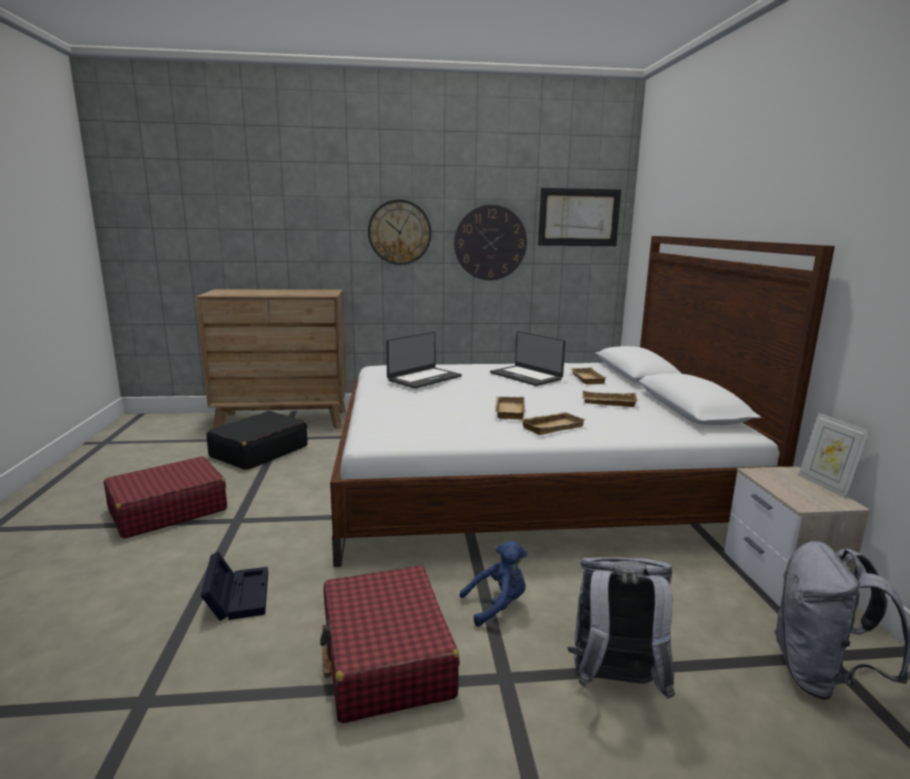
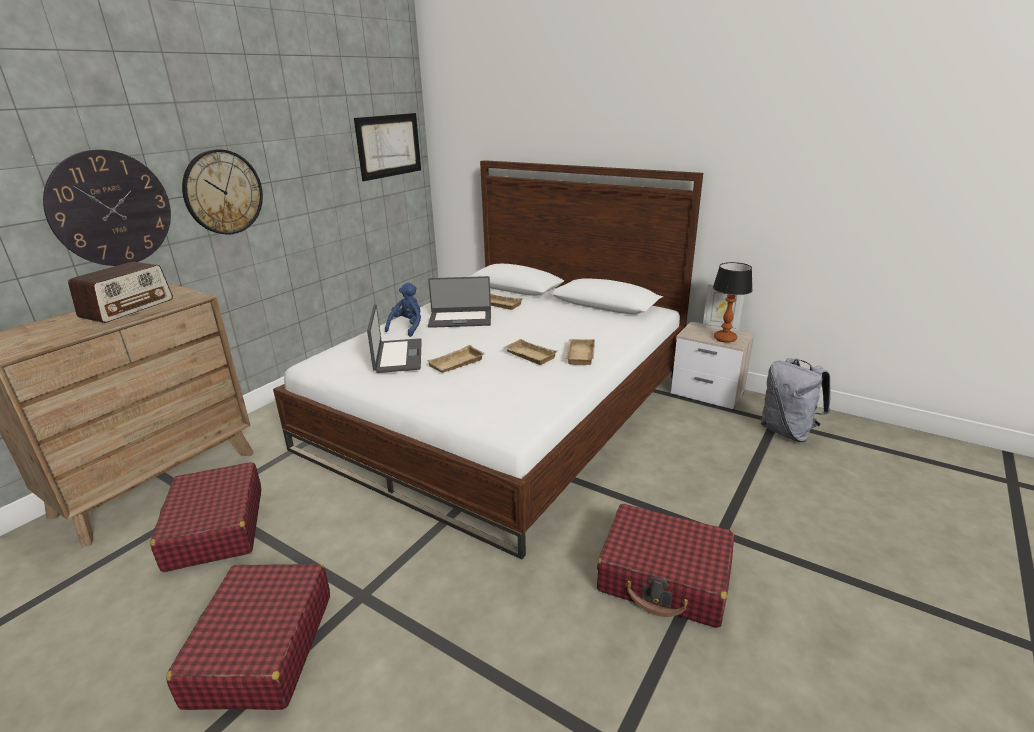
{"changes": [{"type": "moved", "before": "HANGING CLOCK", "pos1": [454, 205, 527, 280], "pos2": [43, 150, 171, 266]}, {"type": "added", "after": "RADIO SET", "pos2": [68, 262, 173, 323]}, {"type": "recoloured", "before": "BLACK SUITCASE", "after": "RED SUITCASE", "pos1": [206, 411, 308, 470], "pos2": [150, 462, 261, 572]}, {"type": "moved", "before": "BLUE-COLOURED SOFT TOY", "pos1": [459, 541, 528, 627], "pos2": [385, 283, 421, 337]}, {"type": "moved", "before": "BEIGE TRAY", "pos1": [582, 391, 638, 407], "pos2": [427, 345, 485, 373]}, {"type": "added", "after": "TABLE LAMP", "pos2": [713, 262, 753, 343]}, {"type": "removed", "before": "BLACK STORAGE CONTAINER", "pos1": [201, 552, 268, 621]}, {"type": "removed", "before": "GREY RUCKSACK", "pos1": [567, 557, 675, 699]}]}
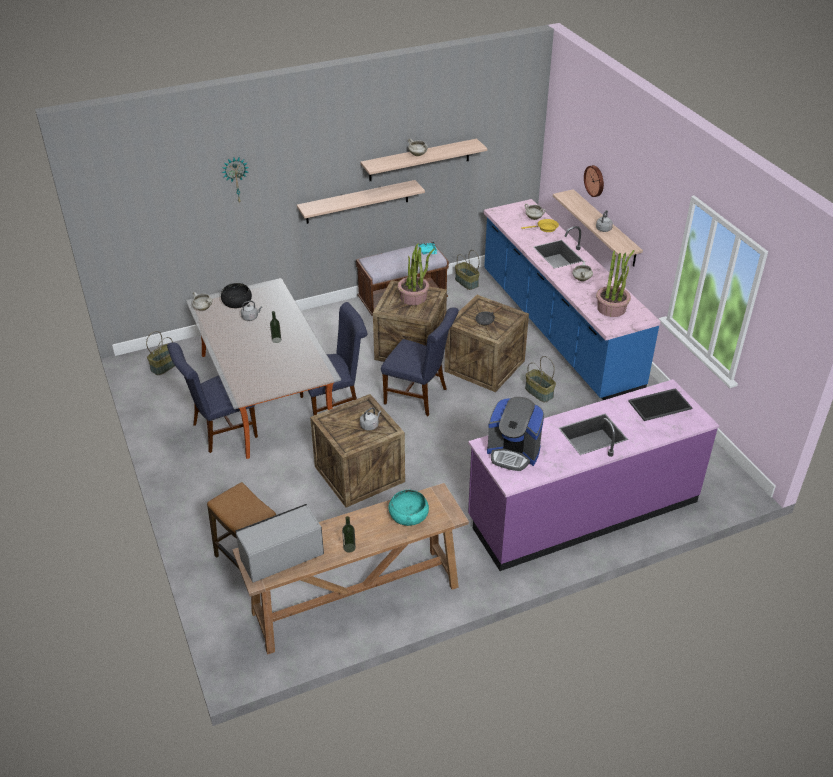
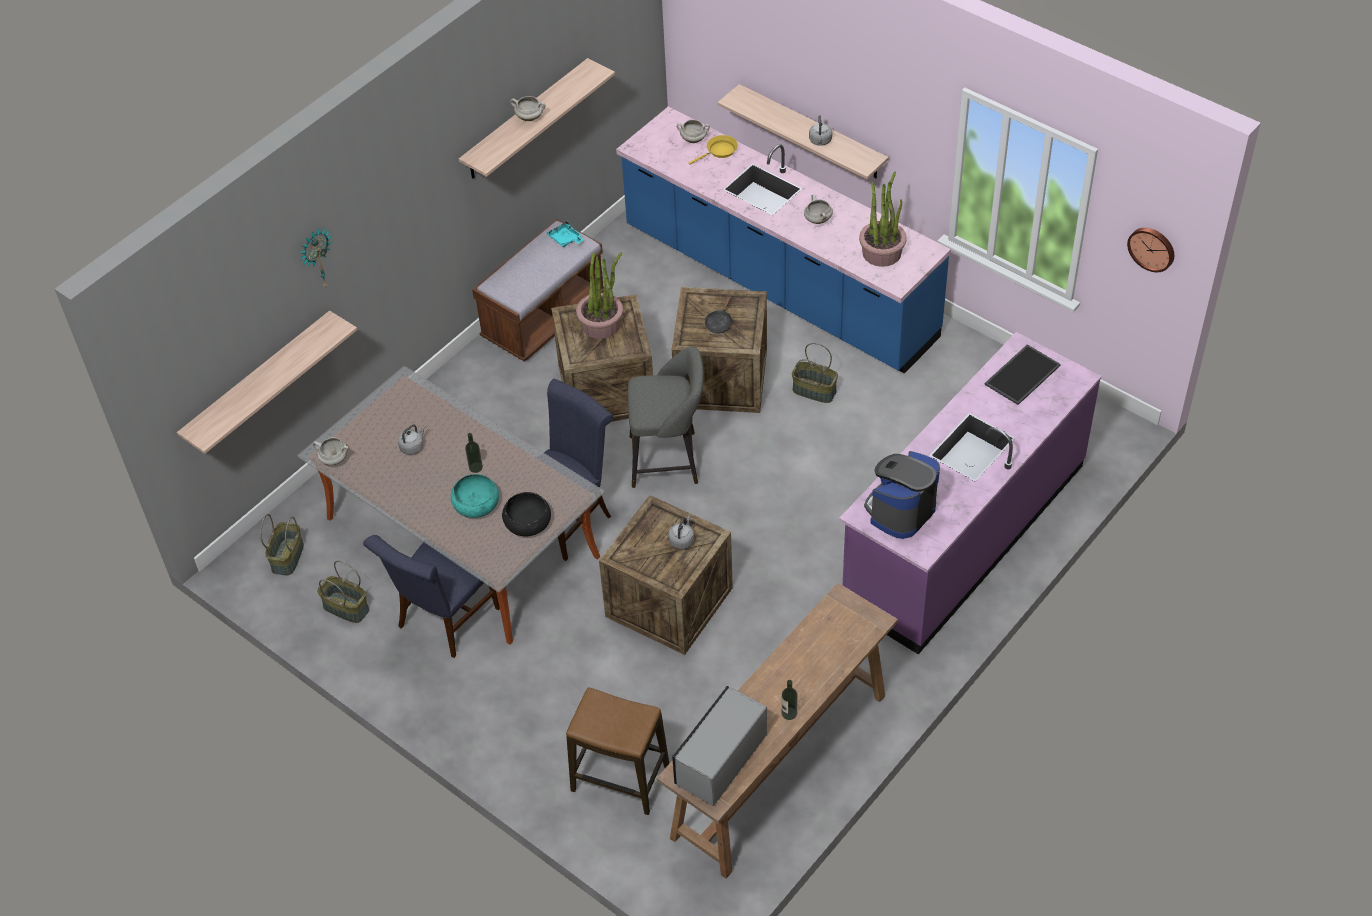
{"changes": [{"type": "moved", "before": "BRACKET SHELF", "pos1": [297, 180, 425, 224], "pos2": [177, 311, 357, 454]}, {"type": "moved", "before": "BASKET", "pos1": [455, 250, 480, 290], "pos2": [317, 561, 369, 623]}, {"type": "moved", "before": "TURQUOISE-COLOURED SERVING BOWL", "pos1": [388, 490, 429, 526], "pos2": [451, 474, 499, 518]}, {"type": "moved", "before": "BLACK SERVING BOWL", "pos1": [221, 283, 252, 308], "pos2": [502, 492, 551, 536]}, {"type": "replaced", "before": "BLUE-COLOURED UPRIGHT CHAIR", "after": "GREY STOOL", "pos1": [381, 307, 459, 416], "pos2": [628, 346, 704, 488]}, {"type": "turned", "before": "COFFEE BREWER", "pos1": [487, 397, 544, 471], "pos2": [864, 451, 940, 539], "turn": 135}, {"type": "moved", "before": "HANGING CLOCK", "pos1": [584, 165, 604, 197], "pos2": [1127, 228, 1174, 272]}]}
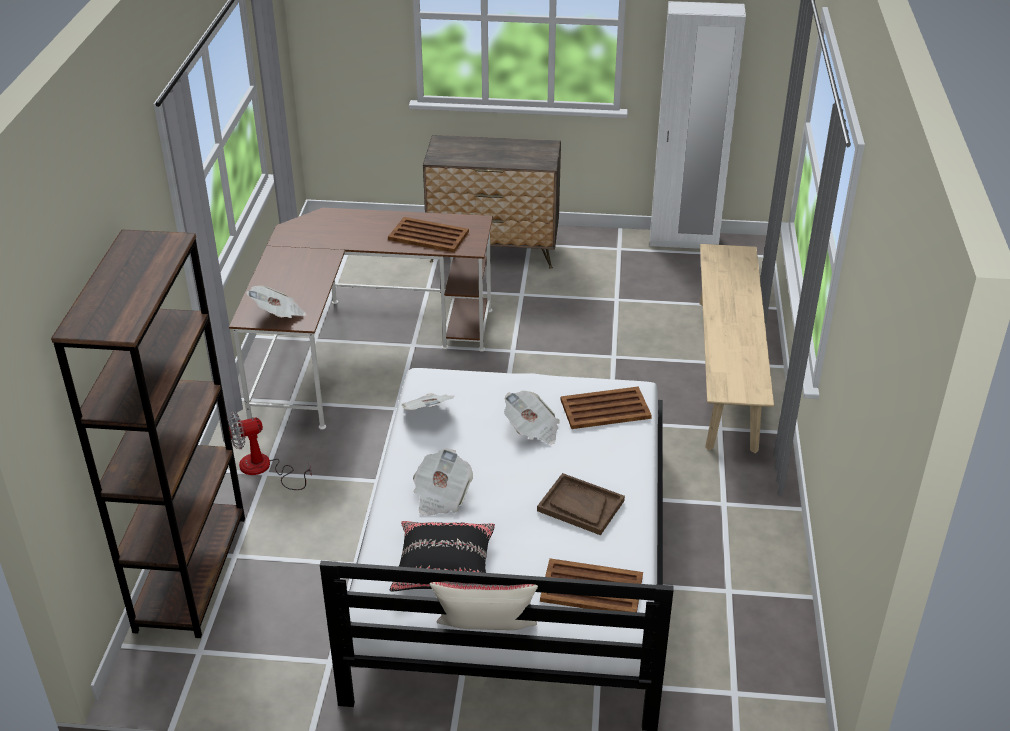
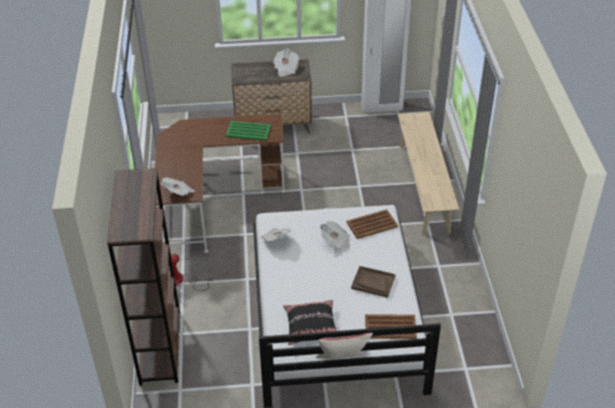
{"changes": [{"type": "recoloured", "before": "BROWN TRAY", "after": "GREEN-COLOURED TRAY", "pos1": [388, 217, 469, 253], "pos2": [226, 121, 271, 141]}, {"type": "moved", "before": "DAILY PAPER", "pos1": [413, 449, 473, 516], "pos2": [273, 49, 299, 77]}]}
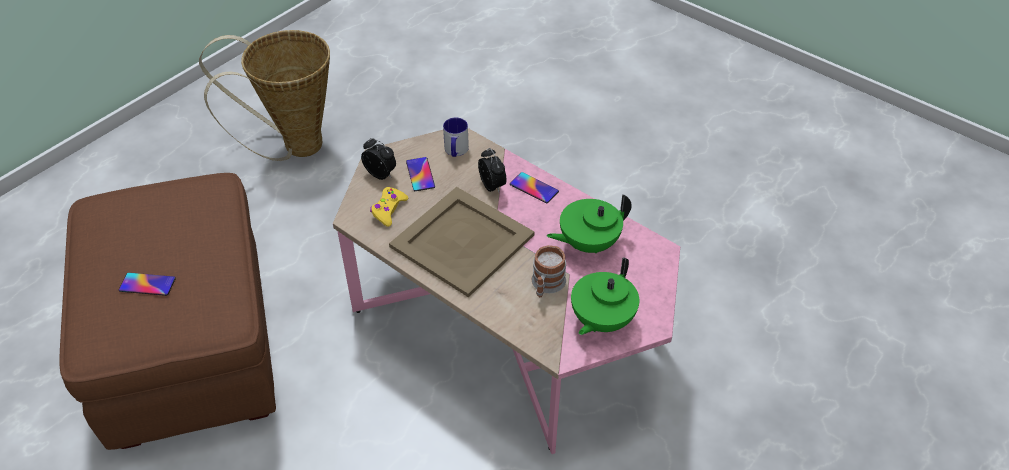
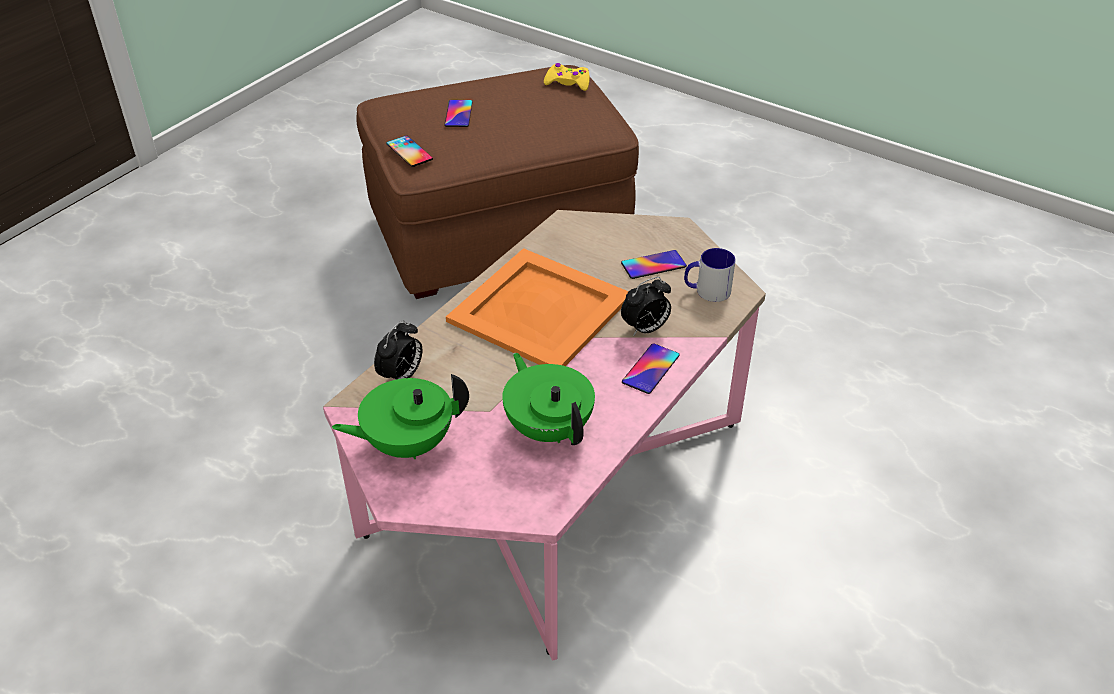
{"changes": [{"type": "turned", "before": "GREEN-COLOURED TEAPOT", "pos1": [571, 257, 639, 335], "pos2": [331, 374, 469, 459], "turn": -45}, {"type": "moved", "before": "ALARM CLOCK", "pos1": [361, 138, 396, 180], "pos2": [374, 320, 422, 380]}, {"type": "added", "after": "TELEPHONE", "pos2": [386, 135, 433, 167]}, {"type": "recoloured", "before": "BEIGE TRAY", "after": "ORANGE TRAY", "pos1": [389, 187, 535, 297], "pos2": [446, 248, 629, 366]}, {"type": "moved", "before": "YELLOWISH GAME CONTROLLER", "pos1": [370, 187, 408, 227], "pos2": [544, 63, 590, 91]}, {"type": "removed", "before": "BASKET", "pos1": [199, 30, 330, 161]}, {"type": "removed", "before": "COFFEE MUG", "pos1": [532, 245, 566, 297]}]}
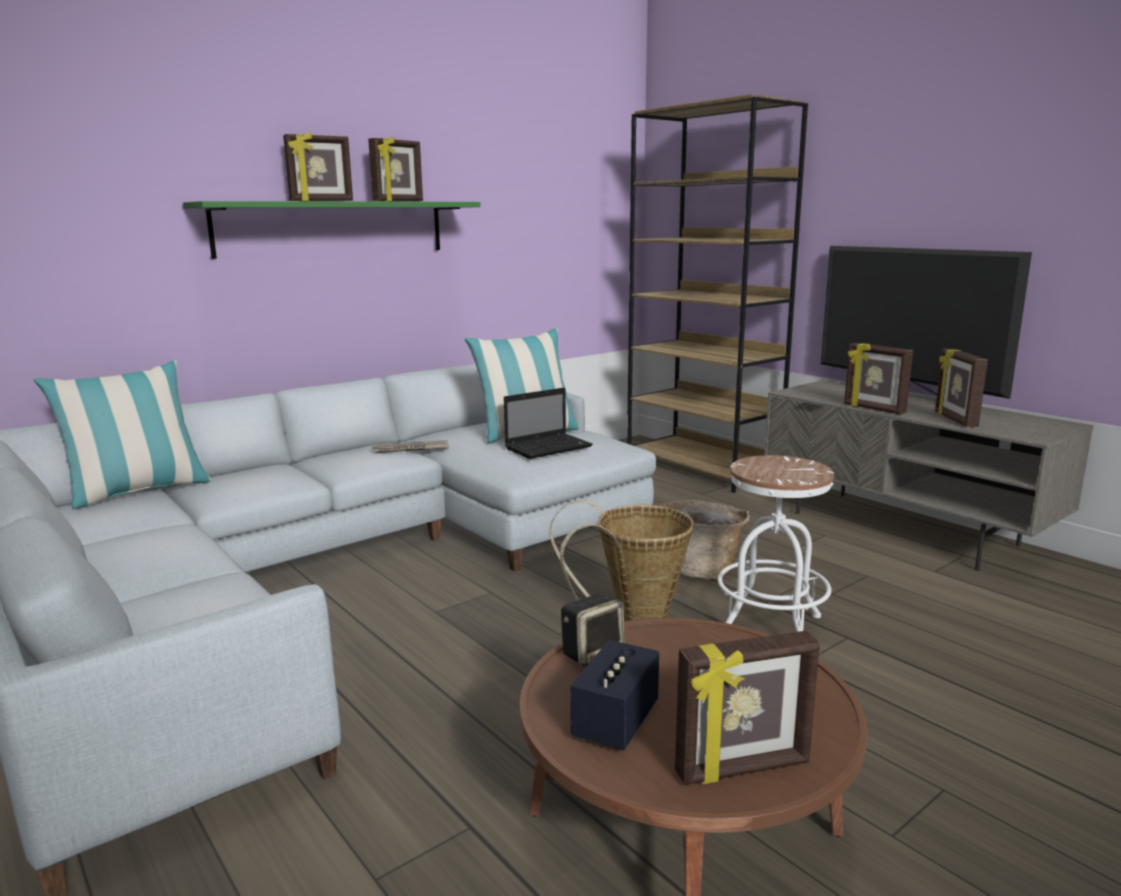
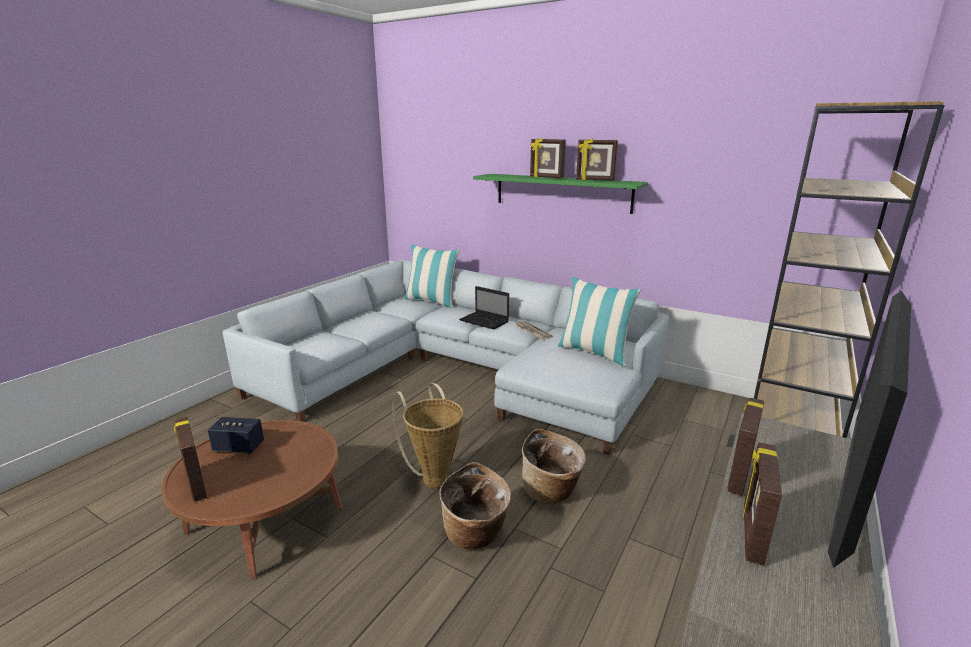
{"changes": [{"type": "replaced", "before": "WHITE-COLOURED STOOL", "after": "BASKET", "pos1": [718, 455, 834, 632], "pos2": [439, 462, 511, 549]}, {"type": "moved", "before": "NOTEBOOK COMPUTER", "pos1": [504, 388, 593, 459], "pos2": [459, 286, 509, 329]}, {"type": "turned", "before": "STANDING FRAME", "pos1": [935, 349, 988, 427], "pos2": [743, 442, 782, 566], "turn": -45}, {"type": "removed", "before": "LOUDSPEAKER", "pos1": [561, 594, 625, 667]}]}
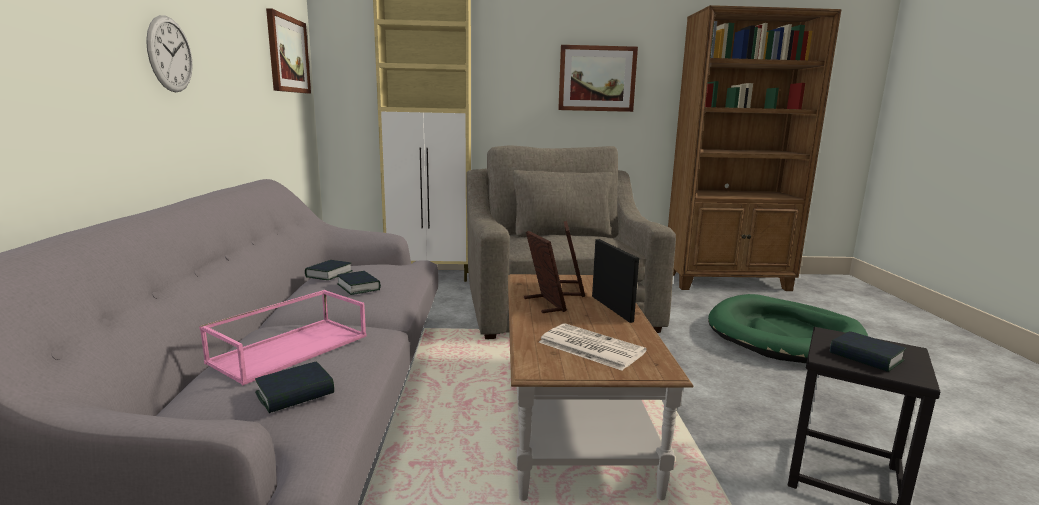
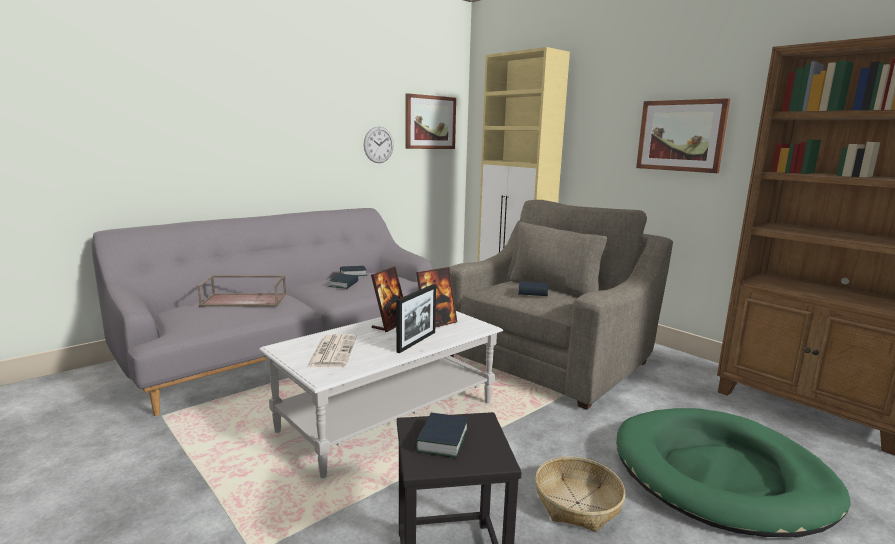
{"changes": [{"type": "recoloured", "before": "PINK-COLOURED TRAY", "after": "BROWN TRAY", "pos1": [199, 290, 367, 385], "pos2": [197, 275, 287, 307]}, {"type": "recoloured", "before": "BROWN COFFEE TABLE", "after": "WHITE-COLOURED COFFEE TABLE", "pos1": [508, 274, 693, 501], "pos2": [259, 311, 503, 478]}, {"type": "moved", "before": "HANGING CLOCK", "pos1": [146, 15, 193, 92], "pos2": [364, 127, 394, 163]}, {"type": "moved", "before": "VOLUME", "pos1": [255, 361, 334, 413], "pos2": [518, 281, 548, 296]}, {"type": "added", "after": "BASKET", "pos2": [535, 456, 625, 532]}]}
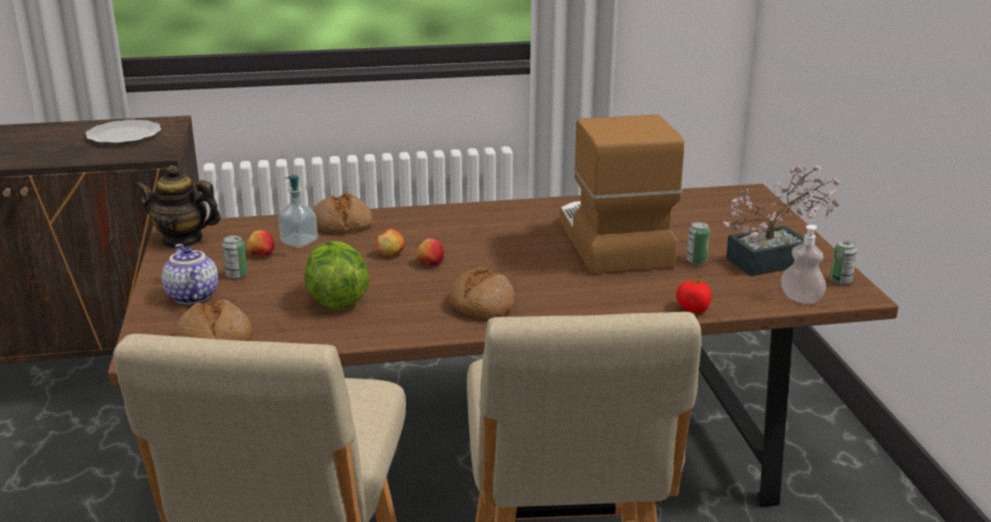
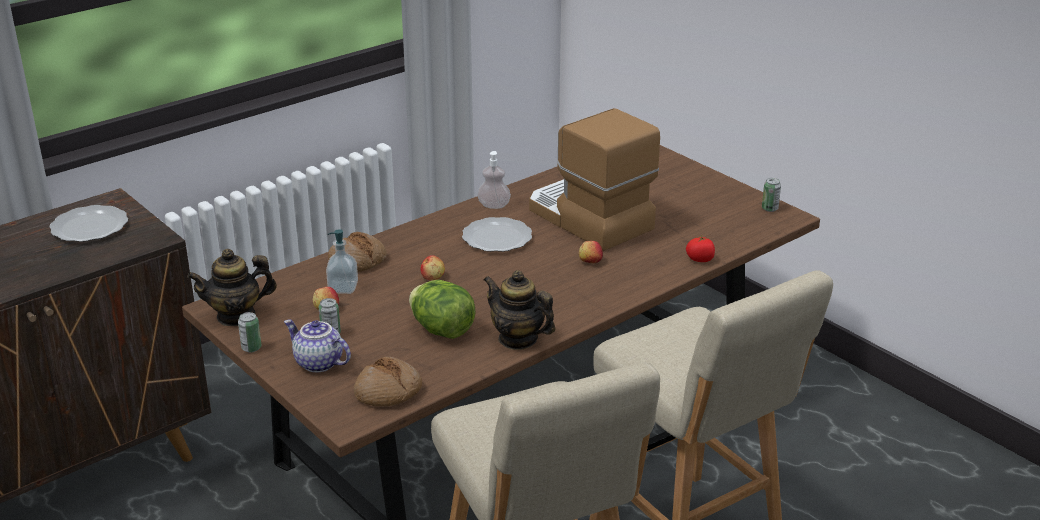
{"changes": [{"type": "moved", "before": "SEALED CAN", "pos1": [686, 222, 710, 264], "pos2": [238, 312, 262, 352]}, {"type": "added", "after": "FLAT DISH", "pos2": [462, 217, 532, 252]}, {"type": "moved", "before": "SOAP BOTTLE", "pos1": [781, 225, 826, 304], "pos2": [477, 151, 511, 209]}, {"type": "added", "after": "TEAPOT", "pos2": [484, 270, 555, 350]}, {"type": "moved", "before": "APPLE", "pos1": [417, 238, 444, 265], "pos2": [579, 241, 603, 263]}, {"type": "removed", "before": "BAKED BREAD", "pos1": [449, 267, 515, 319]}, {"type": "removed", "before": "PLANT IN A POT", "pos1": [723, 166, 840, 276]}]}
